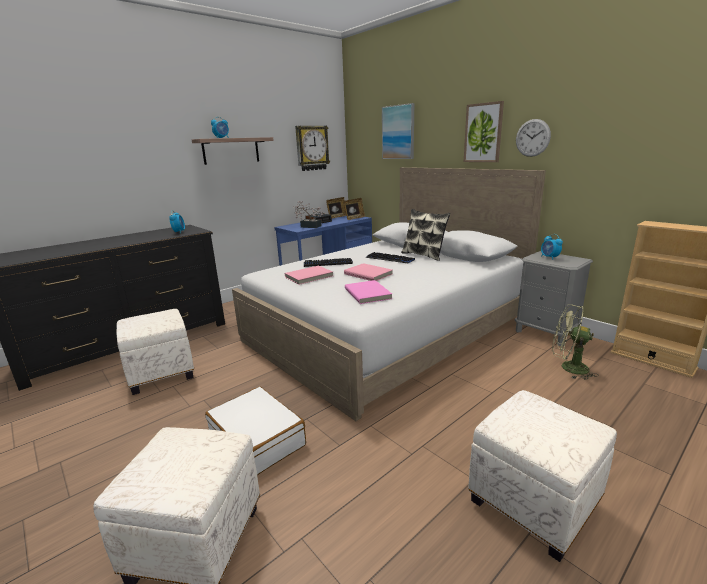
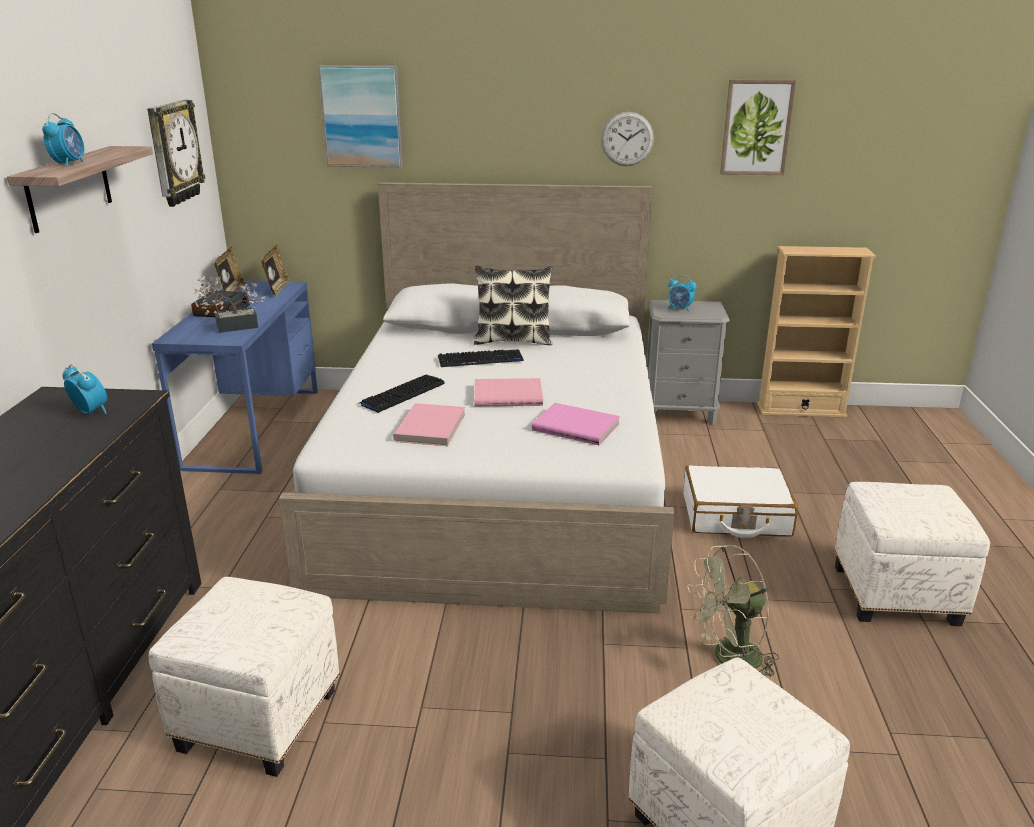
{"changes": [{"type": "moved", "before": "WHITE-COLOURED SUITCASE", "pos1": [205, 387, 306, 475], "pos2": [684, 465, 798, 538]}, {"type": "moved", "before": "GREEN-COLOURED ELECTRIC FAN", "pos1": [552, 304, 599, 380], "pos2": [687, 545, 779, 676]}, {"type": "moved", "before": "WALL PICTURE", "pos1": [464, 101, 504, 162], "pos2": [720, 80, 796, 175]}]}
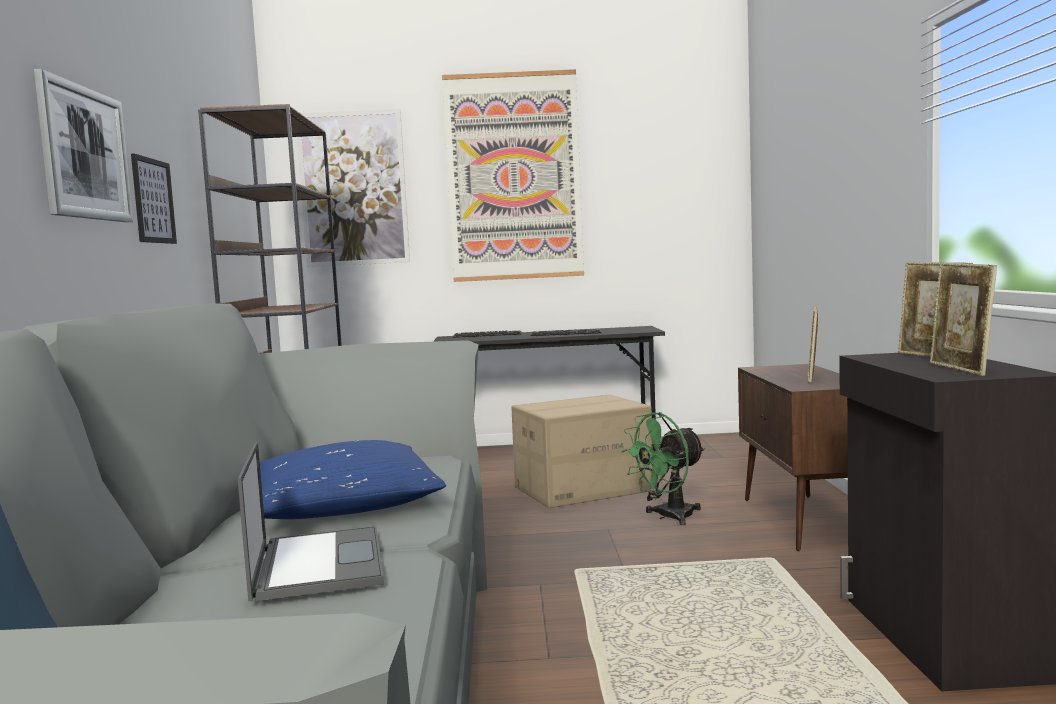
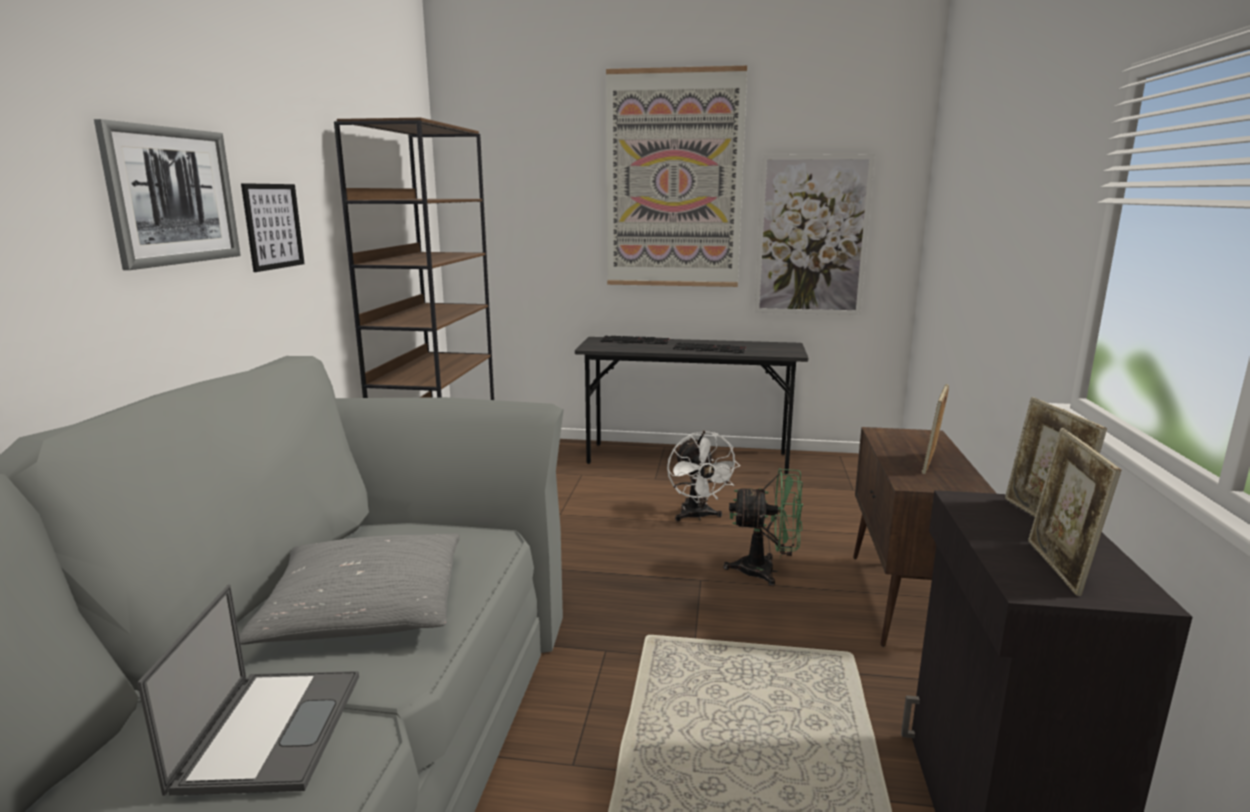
{"changes": [{"type": "recoloured", "before": "BLUE-COLOURED PILLOW", "after": "GREY PILLOW", "pos1": [260, 440, 446, 519], "pos2": [239, 533, 460, 645]}, {"type": "replaced", "before": "PACKING BOX", "after": "WHITE-COLOURED ELECTRIC FAN", "pos1": [511, 395, 653, 508], "pos2": [667, 431, 740, 522]}, {"type": "turned", "before": "GREEN-COLOURED ELECTRIC FAN", "pos1": [621, 412, 705, 525], "pos2": [723, 468, 803, 586], "turn": -150}, {"type": "moved", "before": "WALL PICTURE", "pos1": [297, 109, 410, 267], "pos2": [754, 154, 875, 315]}]}
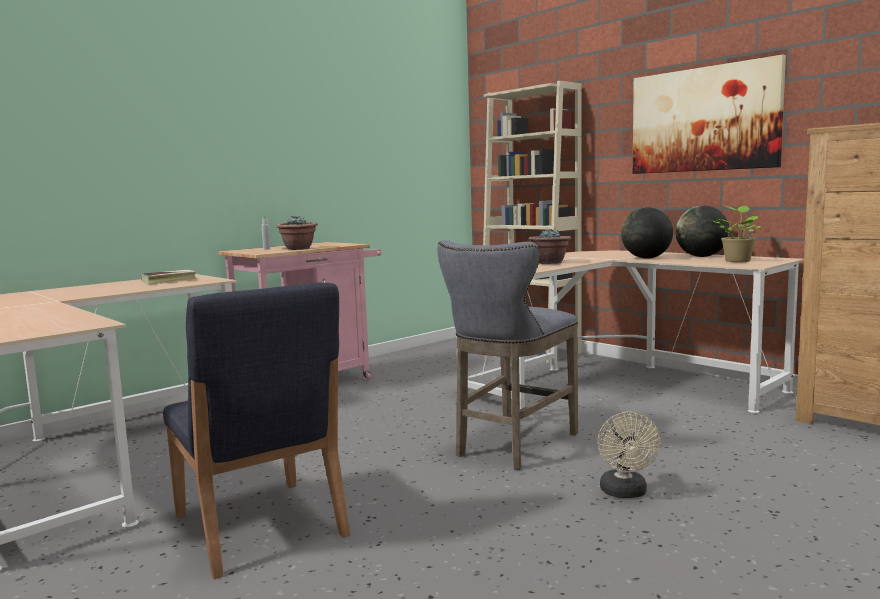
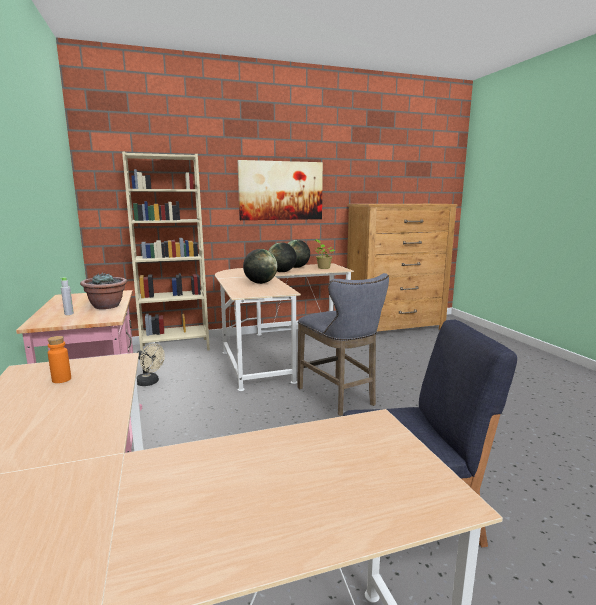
{"changes": [{"type": "replaced", "before": "VOLUME", "after": "ORANGE BOTTLE", "pos1": [141, 270, 197, 284], "pos2": [47, 336, 71, 383]}, {"type": "moved", "before": "BEIGE ELECTRIC FAN", "pos1": [598, 412, 661, 498], "pos2": [137, 343, 165, 386]}, {"type": "replaced", "before": "PLANT IN A POT", "after": "WORLD GLOBE", "pos1": [529, 229, 571, 264], "pos2": [243, 249, 277, 284]}]}
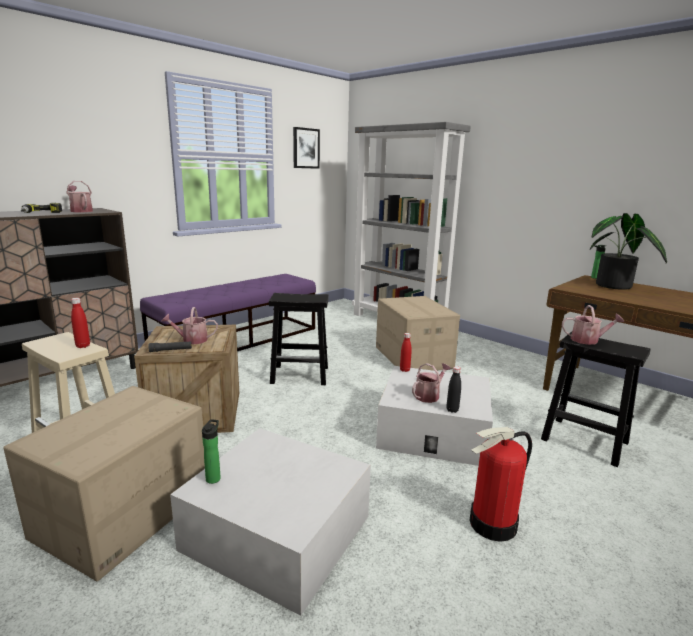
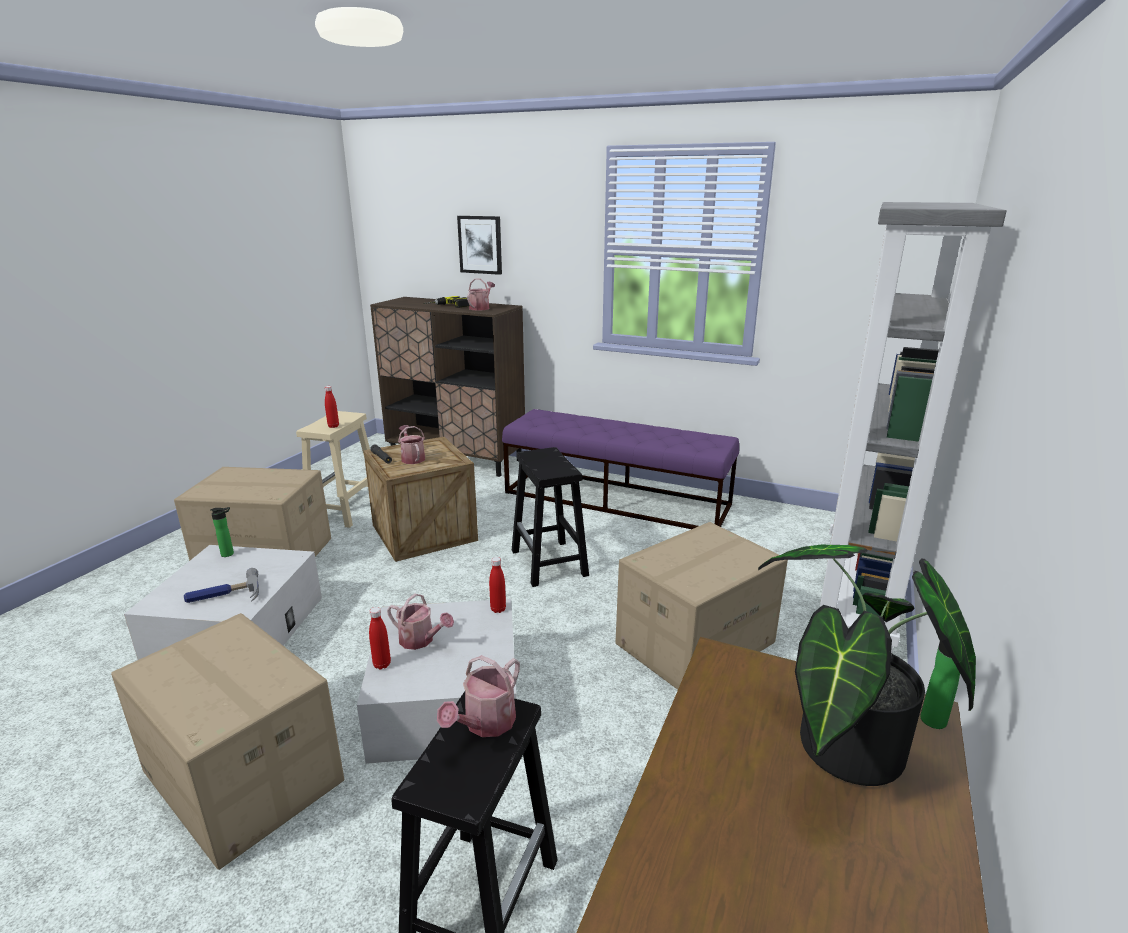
{"changes": [{"type": "replaced", "before": "EXTINGUISHER", "after": "PACKING BOX", "pos1": [469, 427, 532, 542], "pos2": [111, 613, 344, 870]}, {"type": "added", "after": "HAND HAMMER", "pos2": [184, 568, 259, 603]}, {"type": "recoloured", "before": "BLACK BOTTLE", "after": "RED BOTTLE", "pos1": [446, 366, 461, 413], "pos2": [369, 607, 391, 670]}, {"type": "turned", "before": "SPRINKLING CAN", "pos1": [562, 305, 624, 345], "pos2": [437, 655, 520, 737], "turn": 45}, {"type": "moved", "before": "WALL PICTURE", "pos1": [293, 127, 320, 169], "pos2": [457, 216, 502, 275]}]}
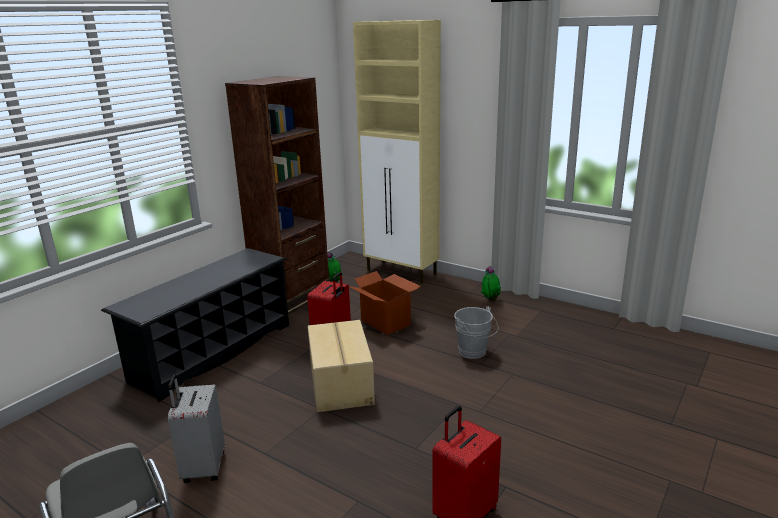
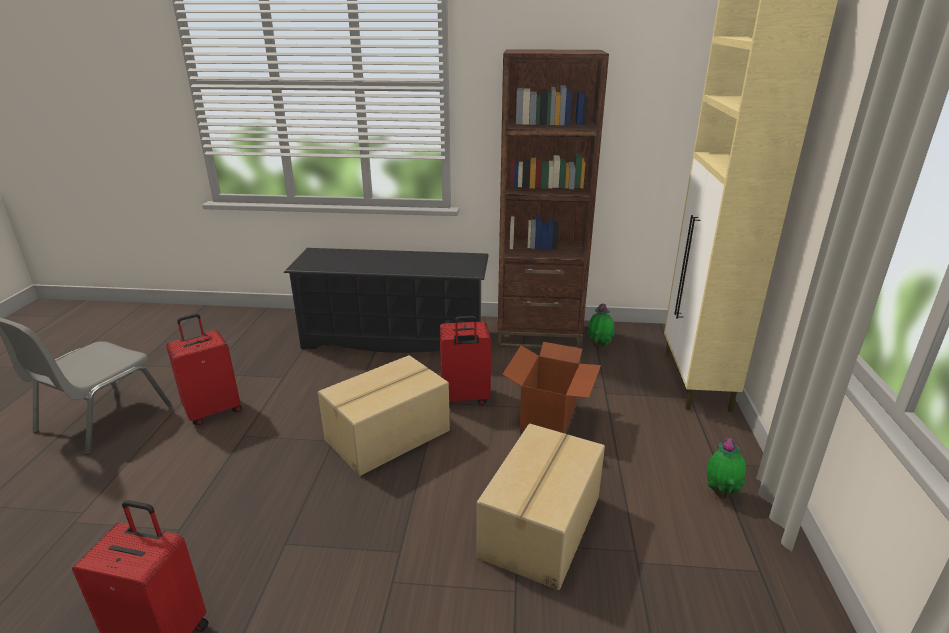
{"changes": [{"type": "recoloured", "before": "GREY SUITCASE", "after": "RED SUITCASE", "pos1": [168, 374, 225, 483], "pos2": [166, 314, 242, 425]}, {"type": "replaced", "before": "GREY PAIL", "after": "PACKING BOX", "pos1": [454, 306, 498, 359], "pos2": [477, 424, 605, 590]}]}
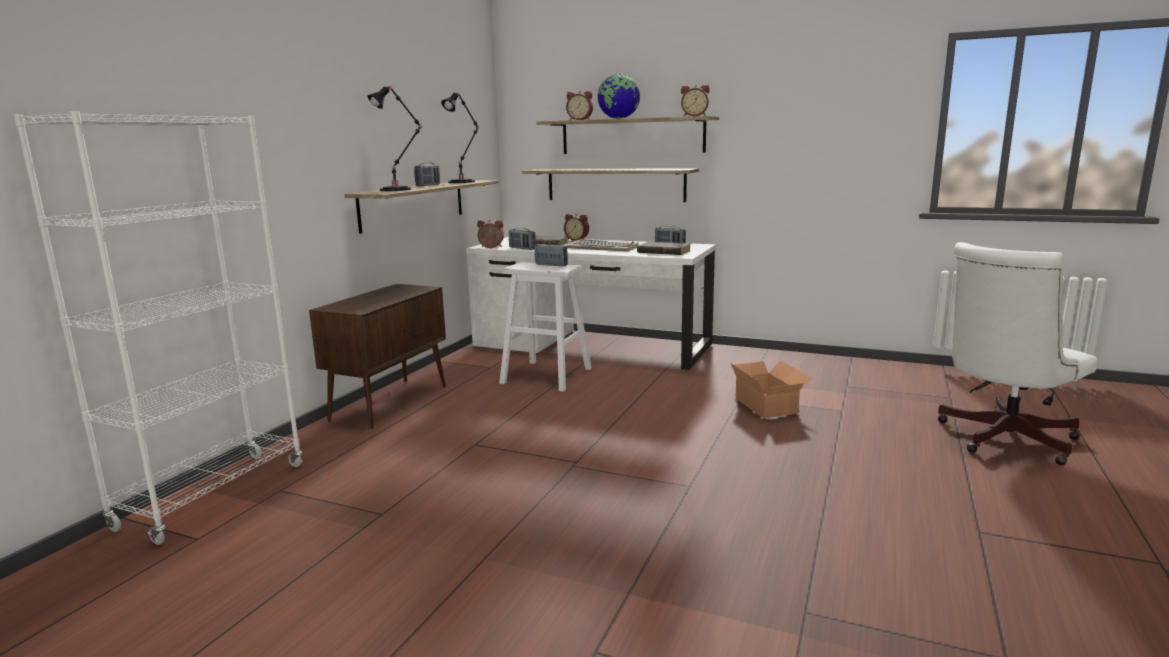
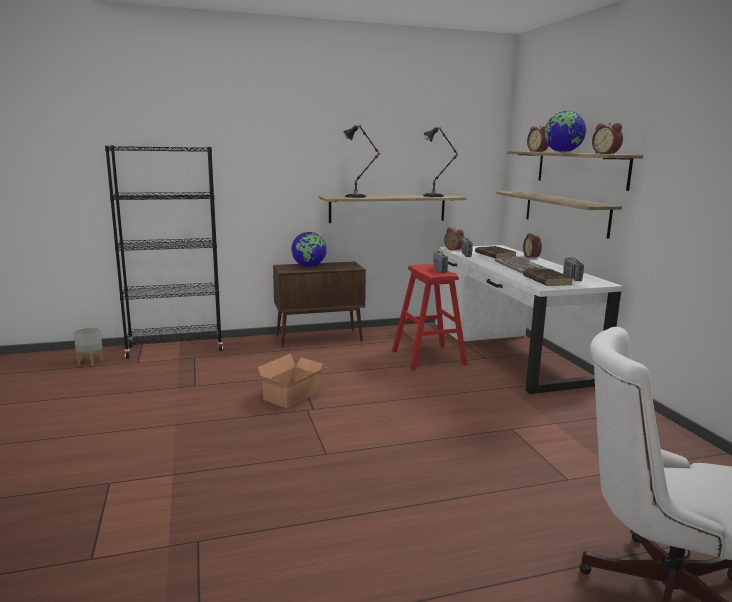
{"changes": [{"type": "added", "after": "GREY PLANT POT", "pos2": [74, 327, 104, 366]}, {"type": "recoloured", "before": "WHITE-COLOURED BOOKCASE", "after": "BLACK BOOKCASE", "pos1": [14, 111, 302, 545], "pos2": [105, 145, 223, 359]}, {"type": "moved", "before": "PACKING BOX", "pos1": [731, 360, 812, 418], "pos2": [258, 354, 326, 408]}, {"type": "added", "after": "WORLD GLOBE", "pos2": [291, 232, 327, 267]}, {"type": "recoloured", "before": "WHITE-COLOURED STOOL", "after": "RED STOOL", "pos1": [499, 262, 592, 392], "pos2": [392, 264, 467, 371]}, {"type": "removed", "before": "RADIO SET", "pos1": [414, 162, 440, 186]}]}
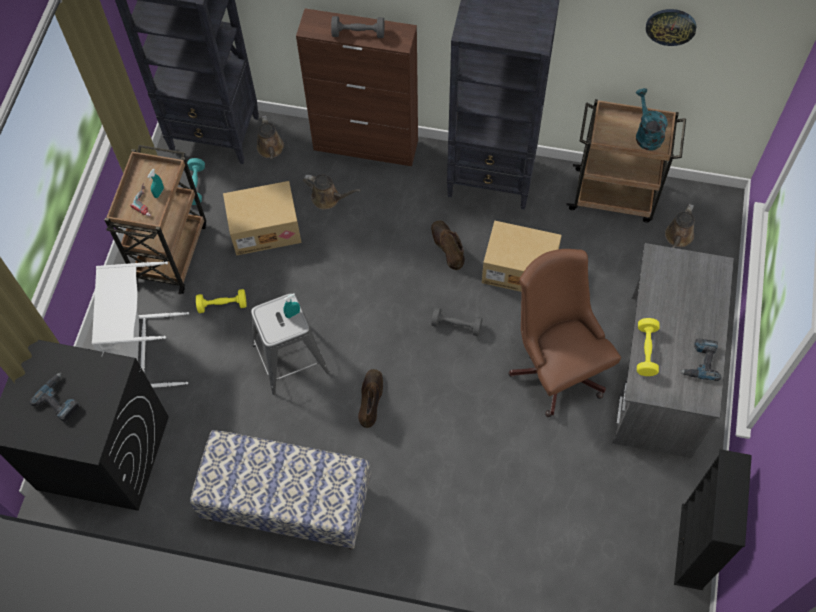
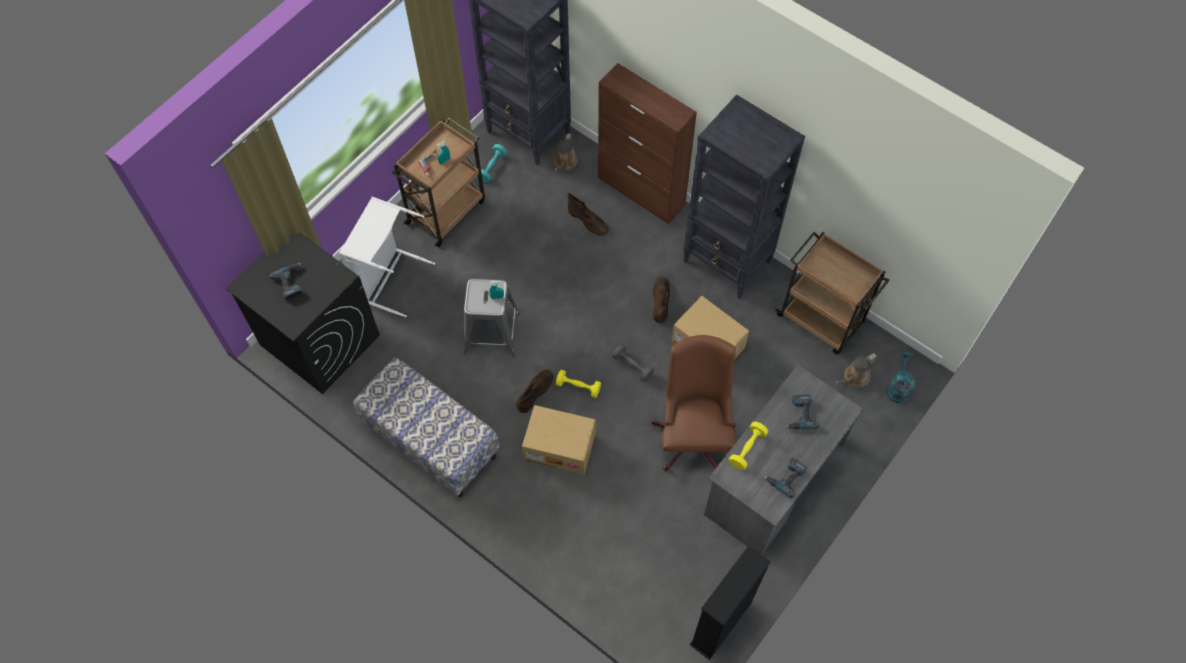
{"changes": [{"type": "moved", "before": "PACKING BOX", "pos1": [223, 181, 301, 255], "pos2": [522, 405, 595, 475]}, {"type": "moved", "before": "YELLOWISH FREE WEIGHT", "pos1": [196, 289, 247, 313], "pos2": [556, 370, 601, 398]}, {"type": "replaced", "before": "BROWN SPRINKLING CAN", "after": "BROWN BOOT", "pos1": [303, 175, 361, 210], "pos2": [568, 193, 609, 236]}, {"type": "added", "after": "POWER DRILL", "pos2": [784, 395, 820, 430]}, {"type": "moved", "before": "TURQUOISE-COLOURED SPRINKLING CAN", "pos1": [636, 88, 668, 151], "pos2": [887, 351, 915, 403]}, {"type": "removed", "before": "GREY FREE WEIGHT", "pos1": [331, 16, 384, 38]}, {"type": "removed", "before": "HANGING CLOCK", "pos1": [646, 9, 696, 46]}]}
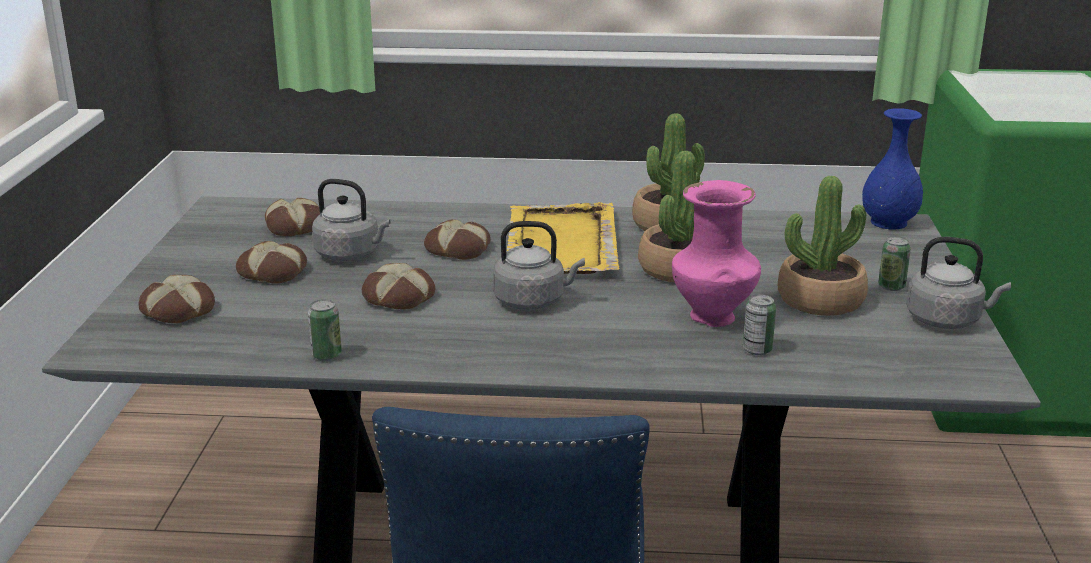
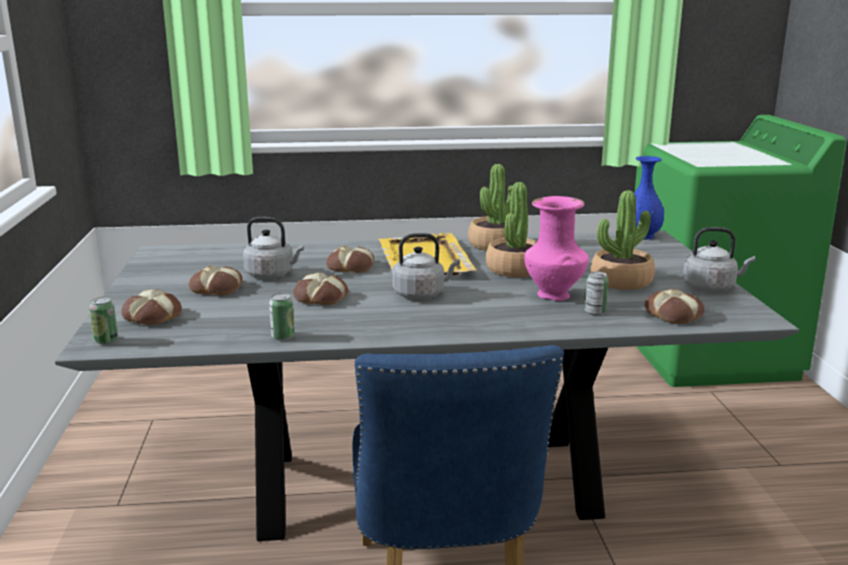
{"changes": [{"type": "moved", "before": "SEALED CAN", "pos1": [878, 236, 911, 291], "pos2": [89, 297, 118, 345]}, {"type": "moved", "before": "BAKED BREAD", "pos1": [265, 198, 320, 236], "pos2": [644, 289, 705, 324]}]}
